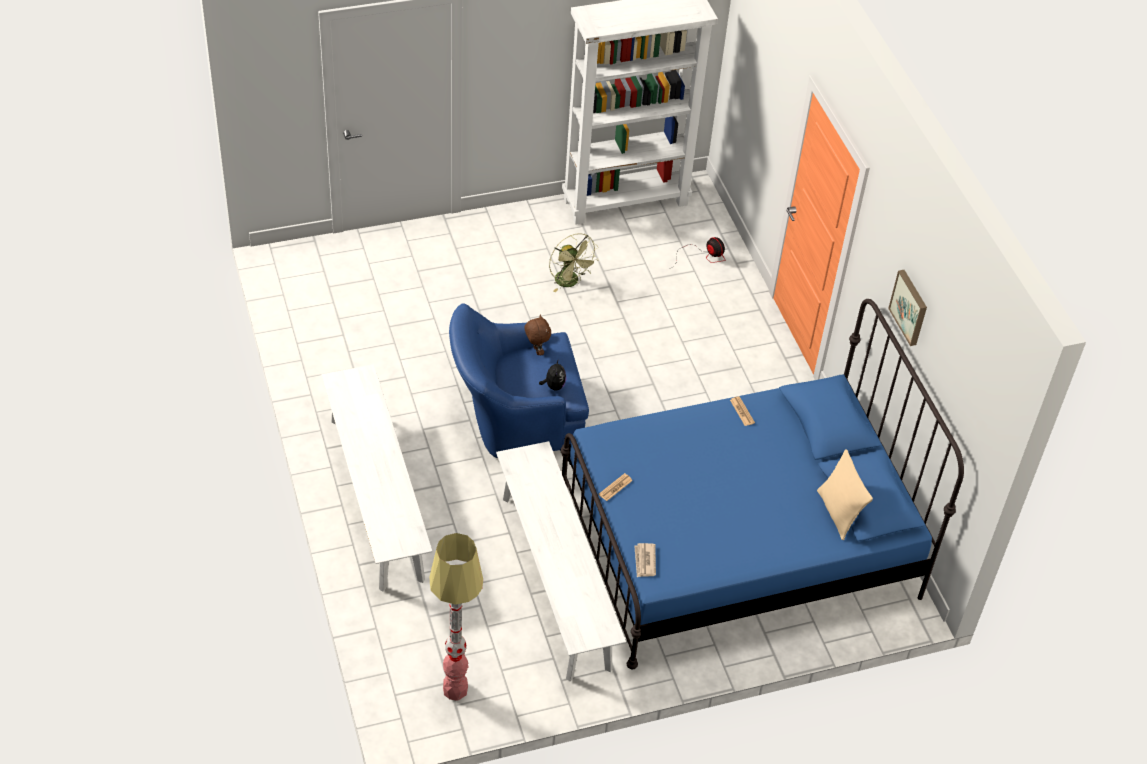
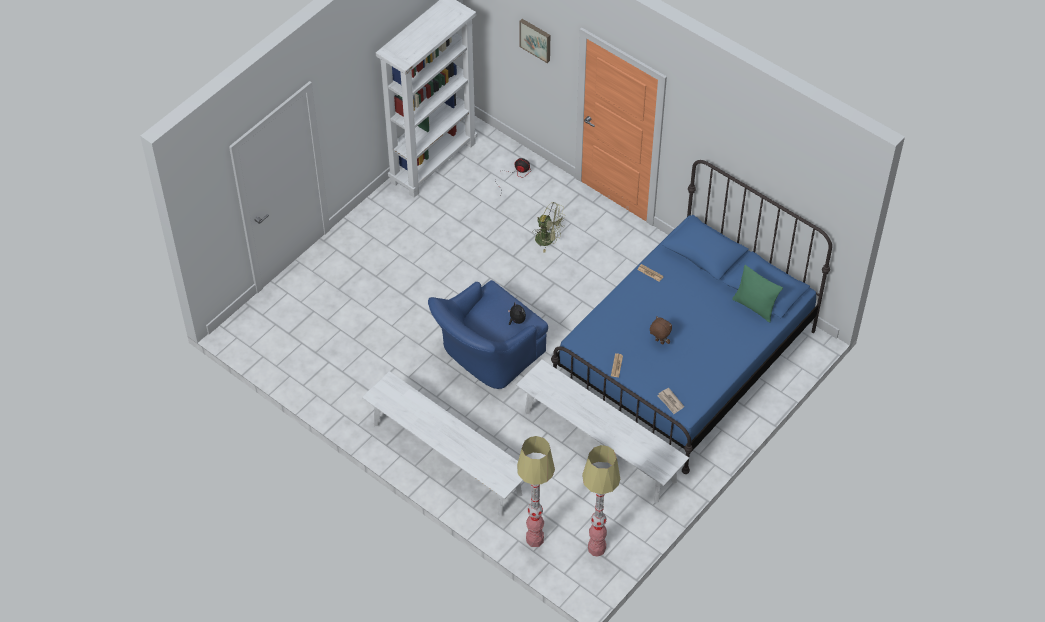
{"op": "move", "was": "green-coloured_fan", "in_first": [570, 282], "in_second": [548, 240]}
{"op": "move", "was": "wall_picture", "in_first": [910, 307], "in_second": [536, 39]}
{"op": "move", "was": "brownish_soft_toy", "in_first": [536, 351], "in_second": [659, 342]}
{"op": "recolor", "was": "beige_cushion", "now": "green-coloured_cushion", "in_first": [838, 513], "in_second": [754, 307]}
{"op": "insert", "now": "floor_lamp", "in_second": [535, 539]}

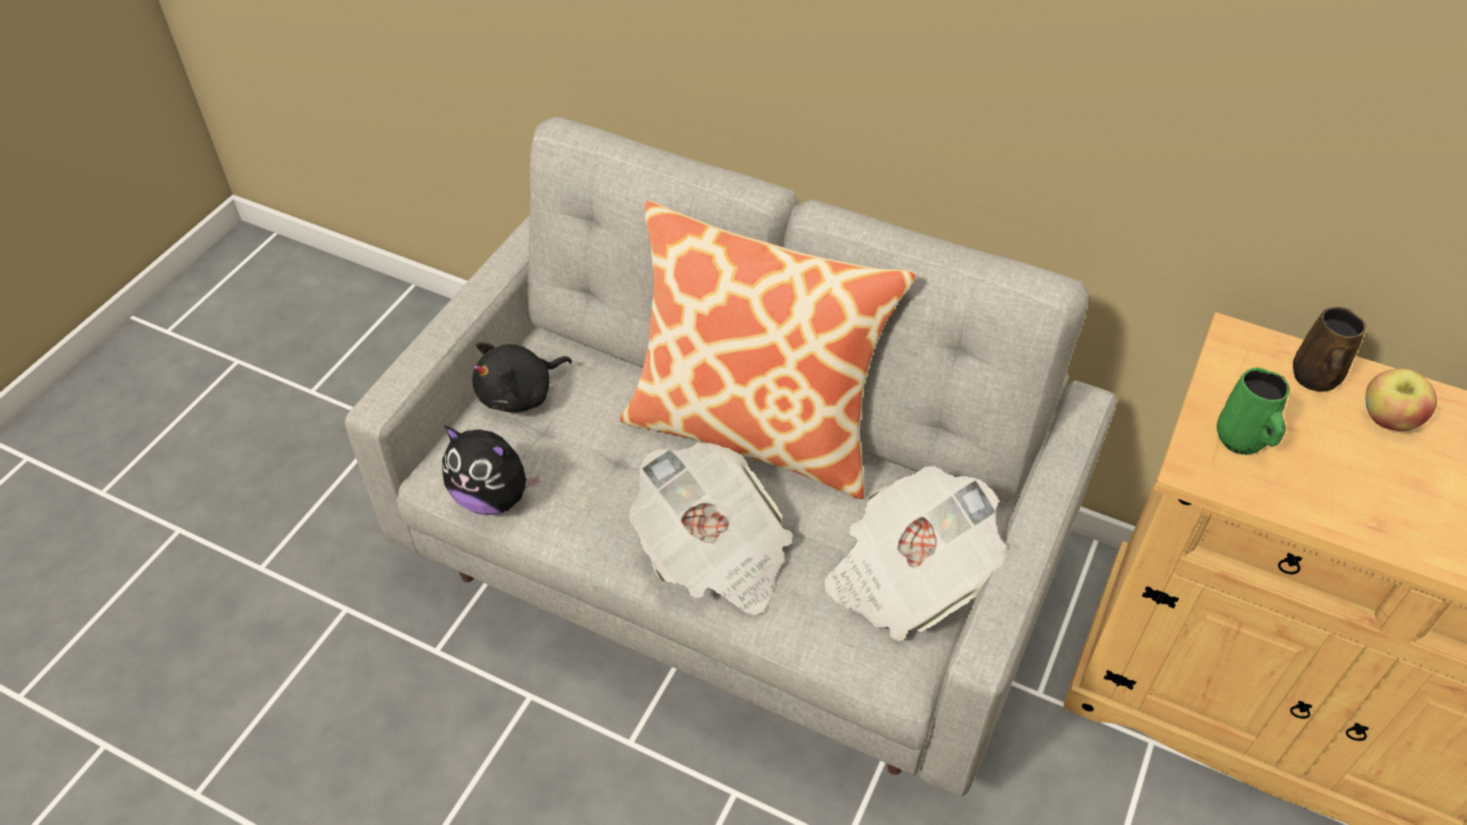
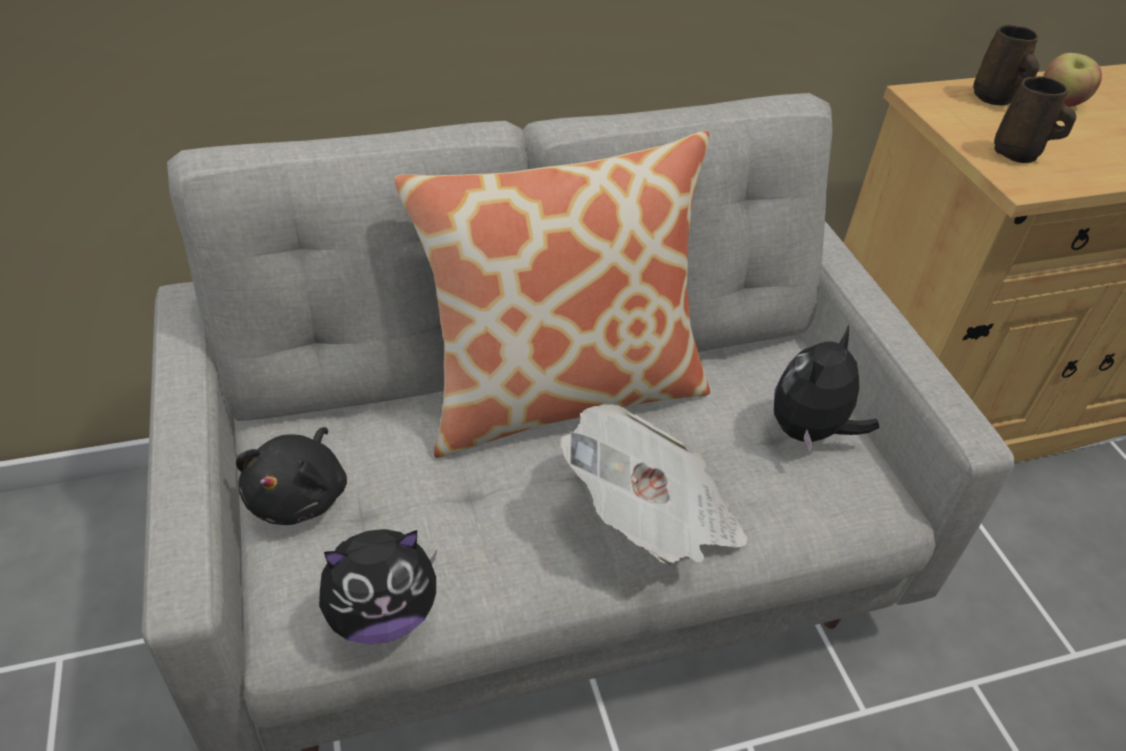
{"op": "recolor", "was": "green-coloured_tea_mug", "now": "brownish_tea_mug", "in_first": [1241, 440], "in_second": [1018, 154]}
{"op": "replace", "was": "daily_paper", "now": "soft_toy", "in_first": [907, 577], "in_second": [809, 431]}

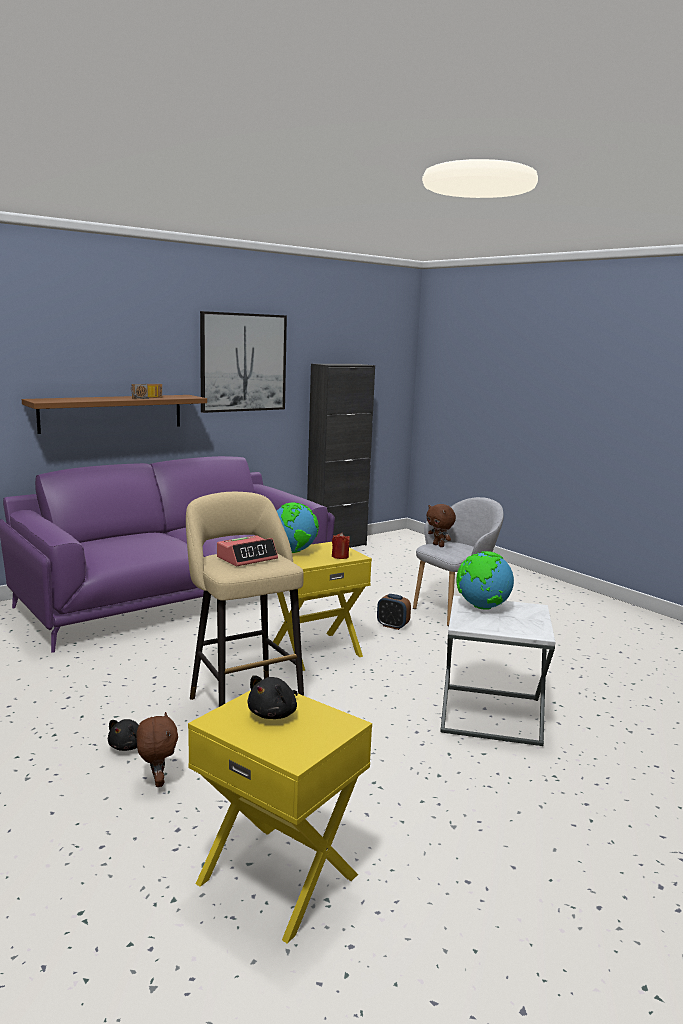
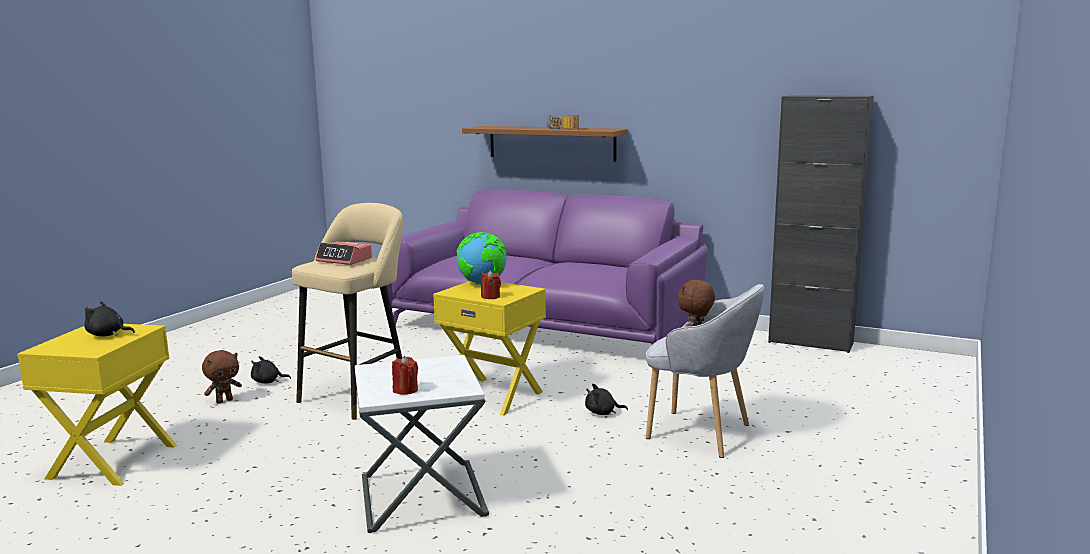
{"op": "delete", "was": "wall_picture", "in_first": [243, 362]}
{"op": "delete", "was": "globe", "in_first": [482, 607]}
{"op": "replace", "was": "table_clock", "now": "blackish_soft_toy", "in_first": [392, 626], "in_second": [602, 413]}
{"op": "insert", "now": "reddish_candle", "in_second": [405, 390]}

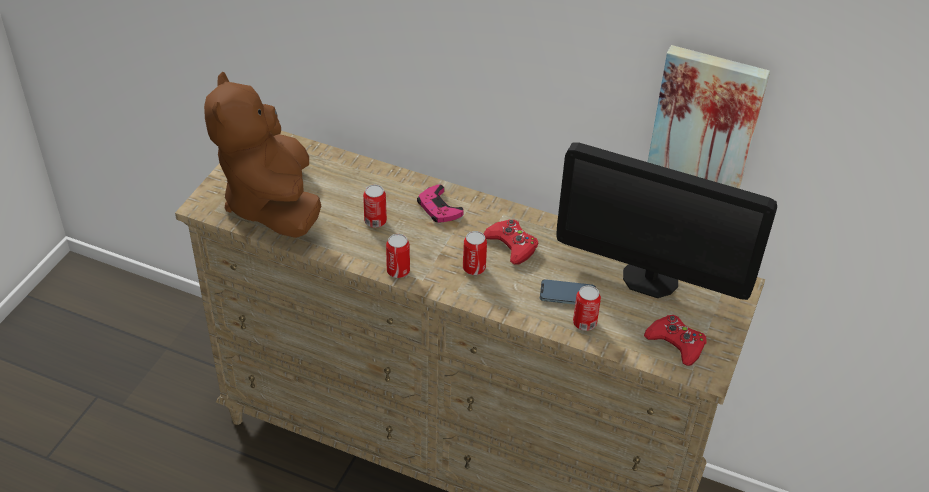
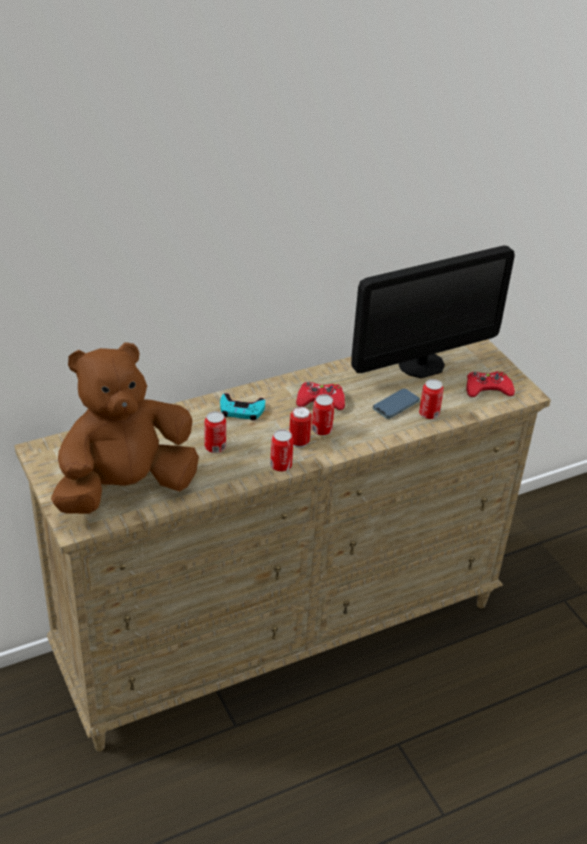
{"op": "delete", "was": "wall_picture", "in_first": [706, 117]}
{"op": "rotate", "was": "brownish_soft_toy", "in_first": [272, 204], "in_second": [125, 488], "clockwise": 120}
{"op": "recolor", "was": "pinkish_joypad", "now": "turquoise-coloured_joypad", "in_first": [439, 208], "in_second": [241, 410]}
{"op": "insert", "now": "metal_can", "in_second": [299, 442]}

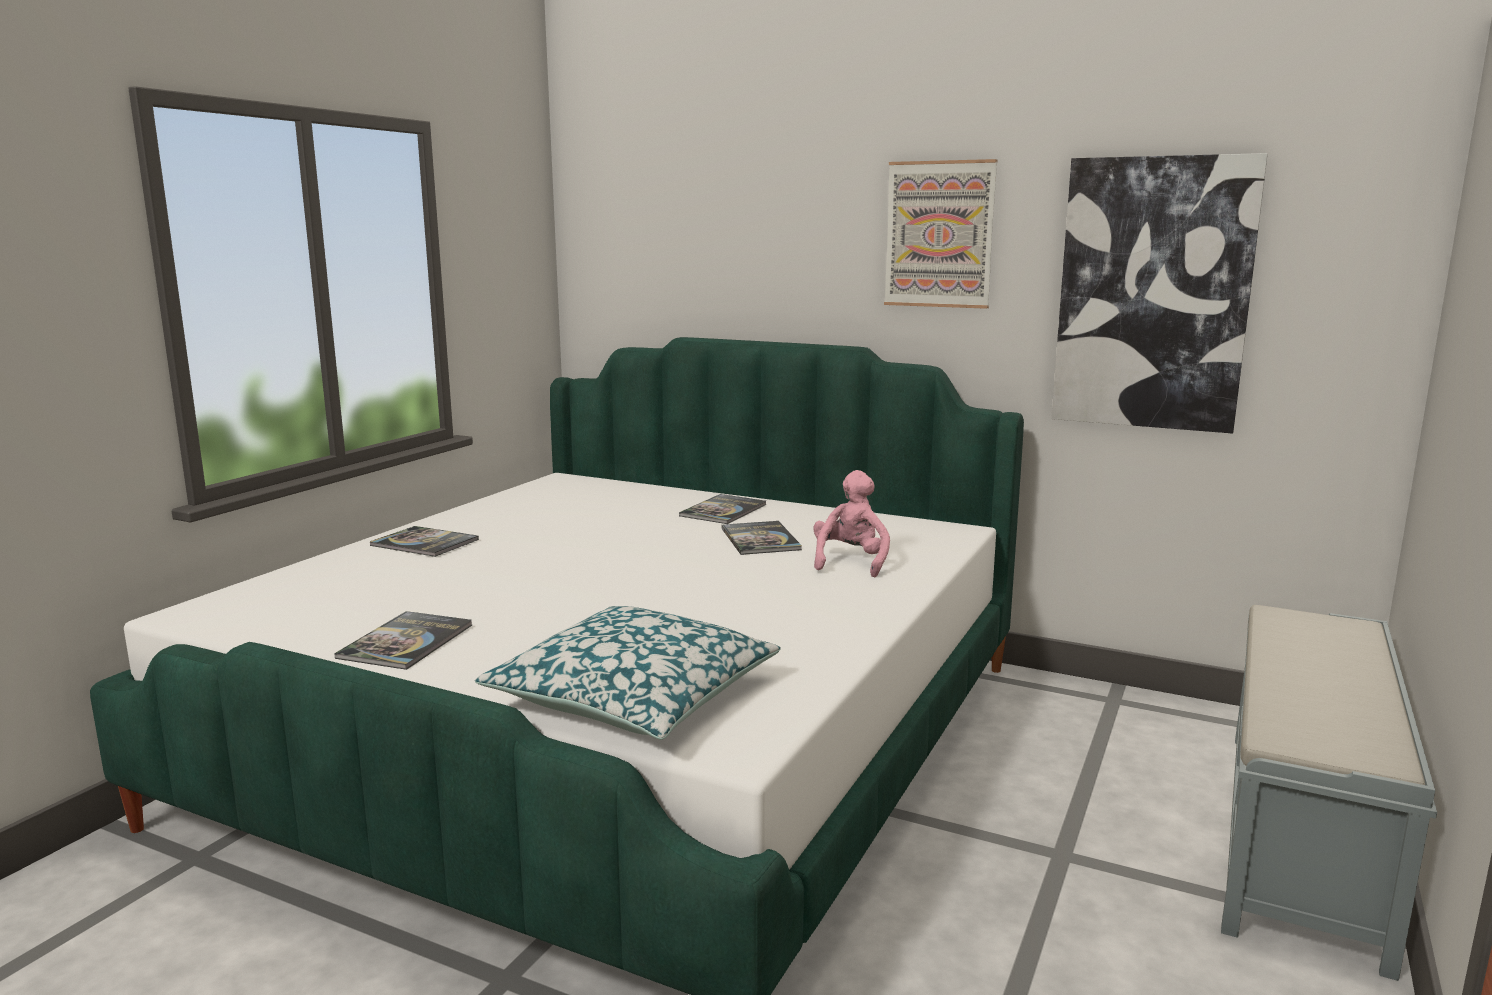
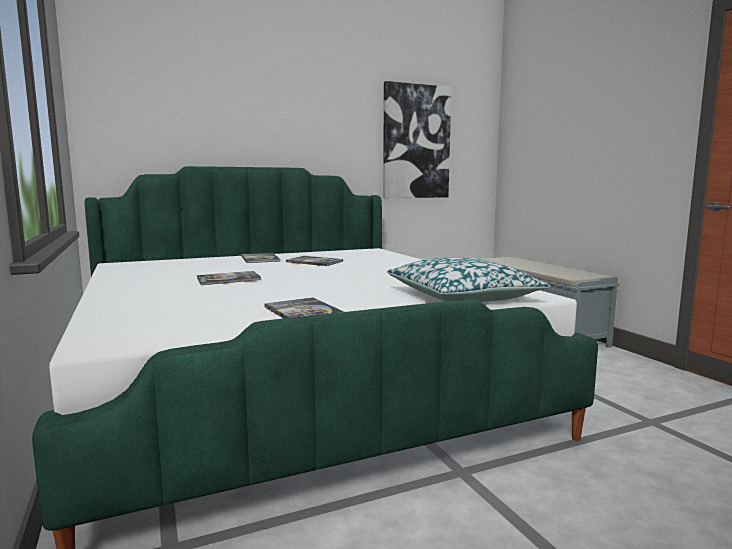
{"op": "delete", "was": "wall_picture", "in_first": [939, 234]}
{"op": "delete", "was": "pinkish_soft_toy", "in_first": [850, 562]}
{"op": "move", "was": "book", "in_first": [424, 543], "in_second": [228, 279]}

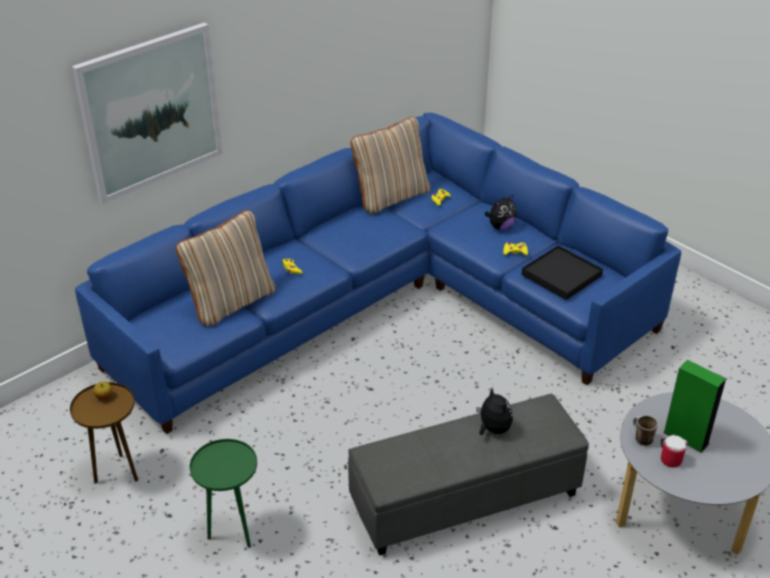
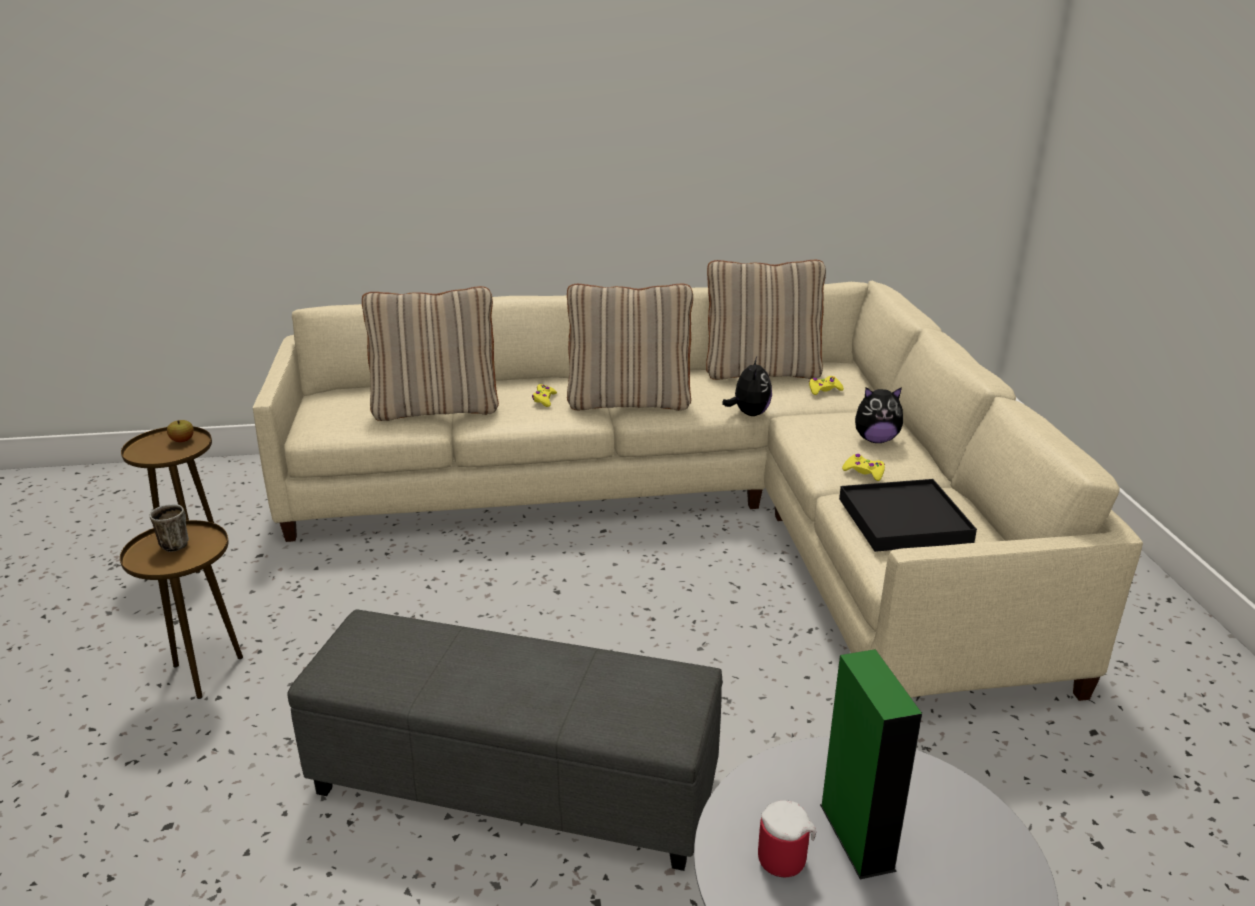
{"op": "delete", "was": "wall_picture", "in_first": [151, 112]}
{"op": "recolor", "was": "bluish_sofa", "now": "beige_sofa", "in_first": [388, 303], "in_second": [692, 510]}
{"op": "move", "was": "soft_toy", "in_first": [493, 429], "in_second": [749, 413]}
{"op": "move", "was": "tea_mug", "in_first": [640, 439], "in_second": [176, 543]}
{"op": "recolor", "was": "green-coloured_end_table", "now": "brownish_end_table", "in_first": [233, 532], "in_second": [205, 673]}
{"op": "insert", "now": "beige_cushion", "in_second": [629, 401]}

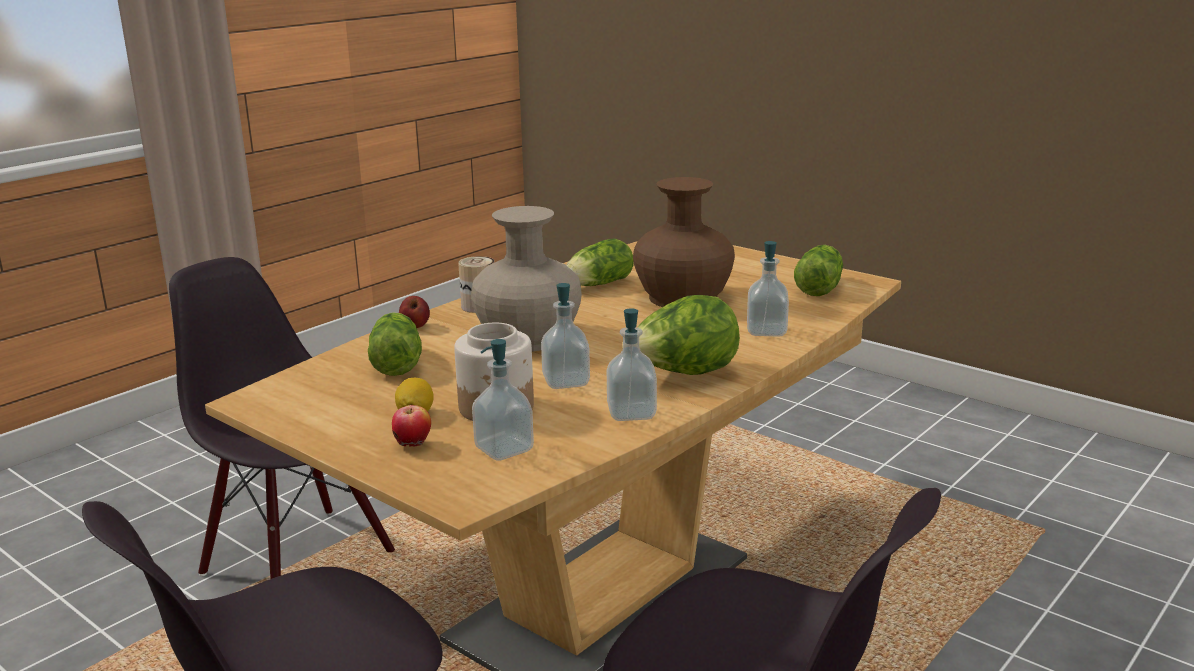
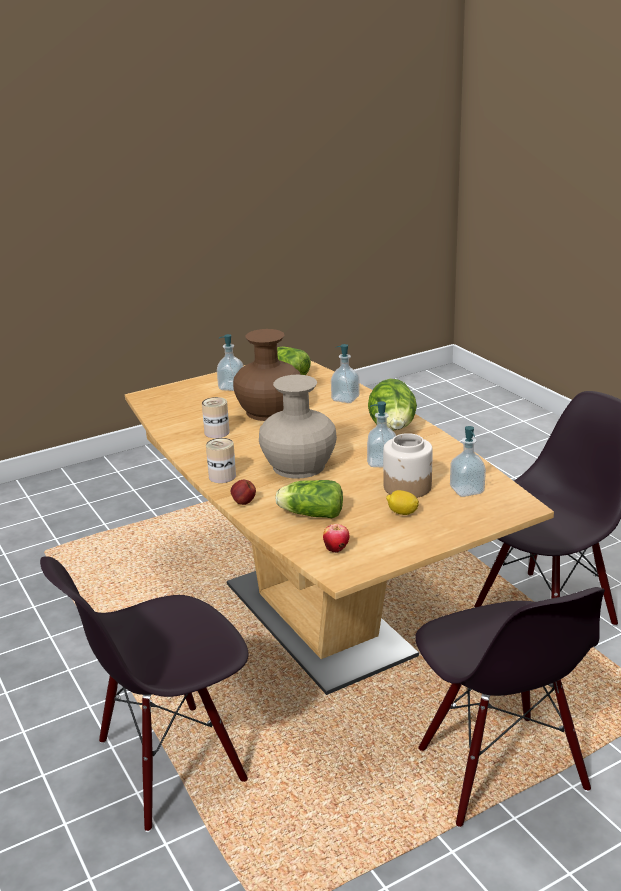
{"op": "replace", "was": "lettuce_head", "now": "metal_can", "in_first": [596, 284], "in_second": [217, 432]}
{"op": "move", "was": "soap_dispenser", "in_first": [631, 413], "in_second": [231, 387]}
{"op": "move", "was": "whole_apple", "in_first": [413, 445], "in_second": [336, 550]}

